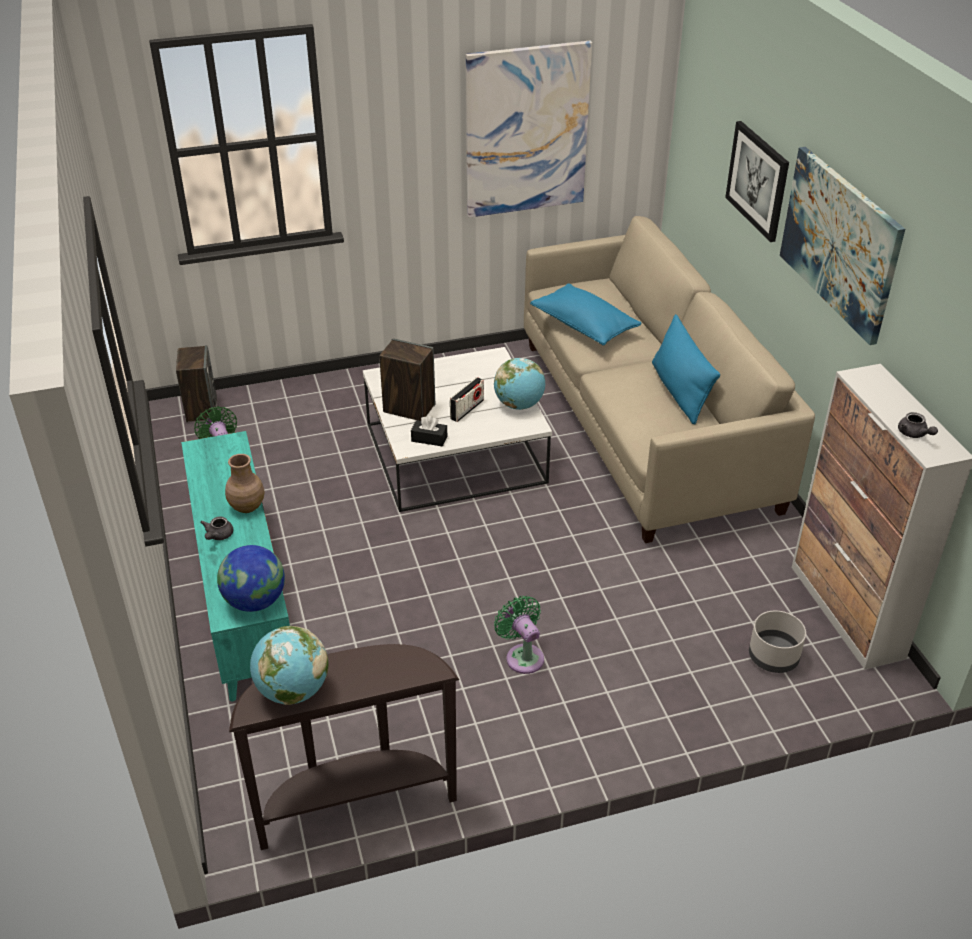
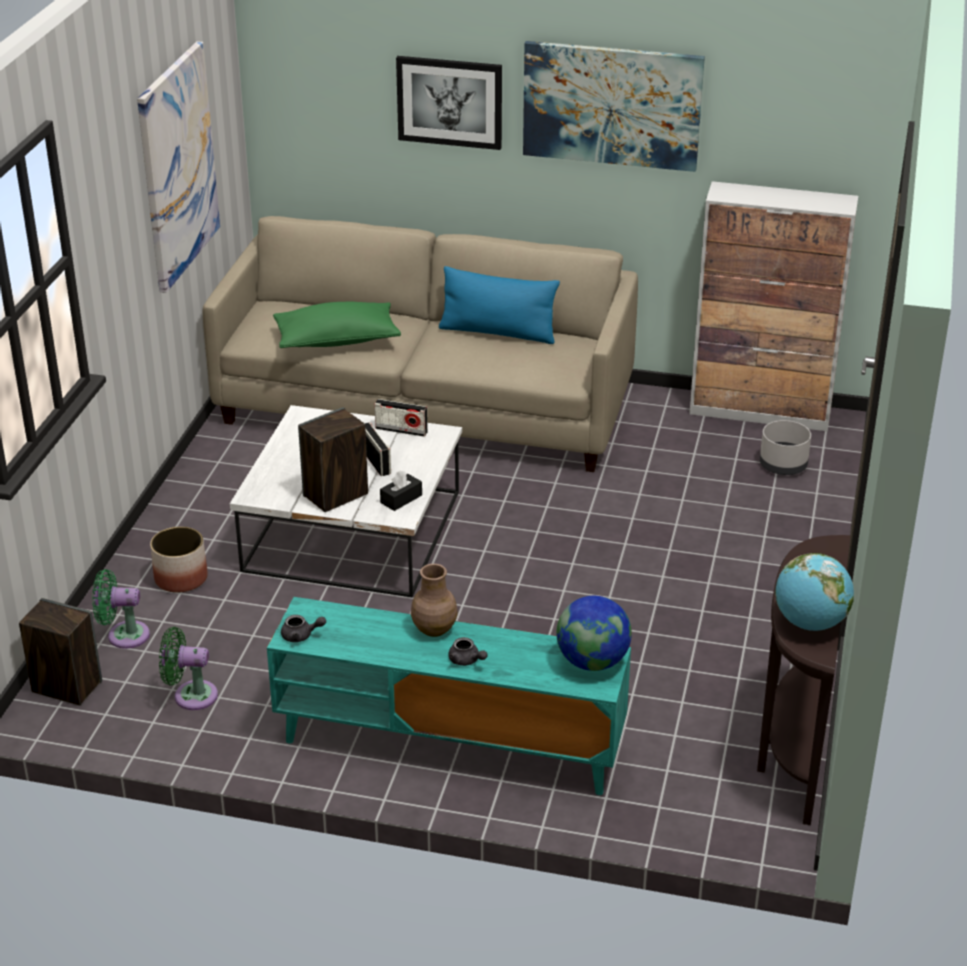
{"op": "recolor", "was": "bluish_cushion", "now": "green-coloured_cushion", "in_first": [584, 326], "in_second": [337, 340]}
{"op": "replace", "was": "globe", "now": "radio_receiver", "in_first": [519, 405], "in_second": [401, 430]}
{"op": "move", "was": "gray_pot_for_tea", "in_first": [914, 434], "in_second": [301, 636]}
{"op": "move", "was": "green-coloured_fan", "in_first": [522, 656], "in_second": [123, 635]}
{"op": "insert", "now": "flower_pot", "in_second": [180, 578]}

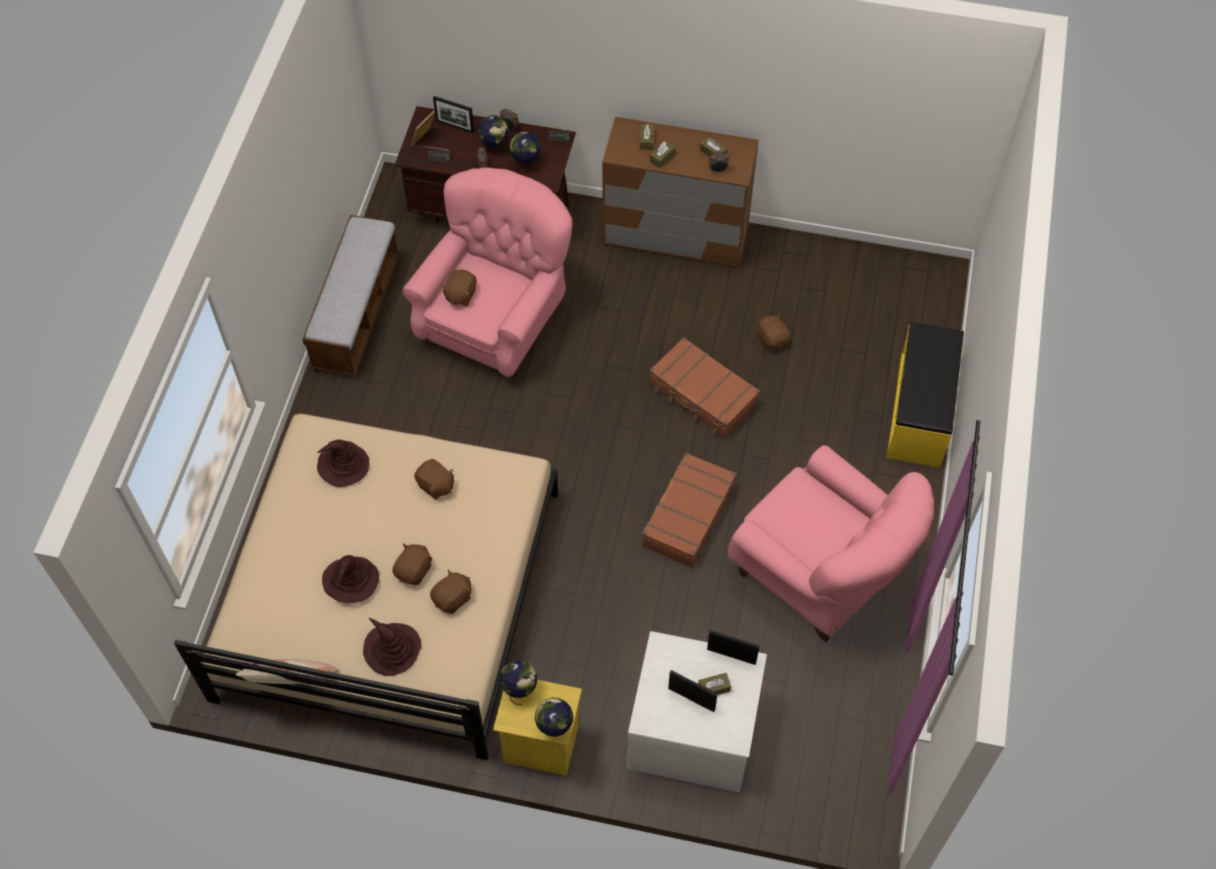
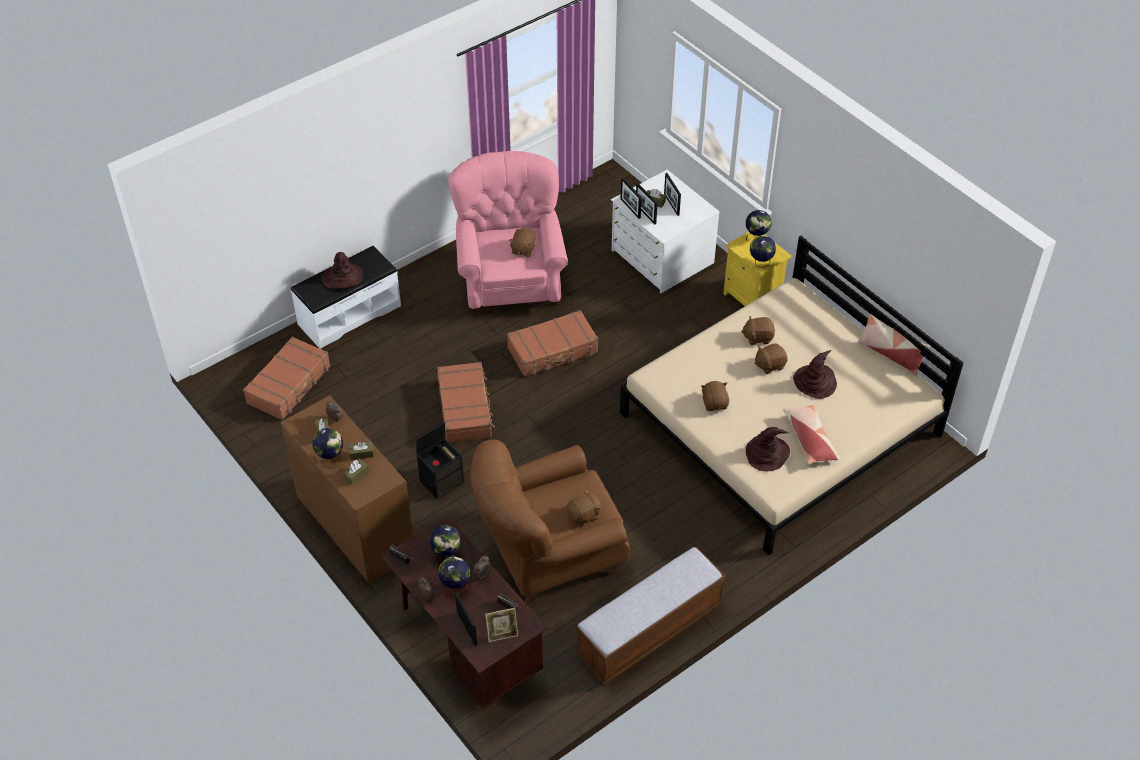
{"op": "recolor", "was": "pinkish_lounge_chair", "now": "brownish_lounge_chair", "in_first": [496, 319], "in_second": [549, 553]}
{"op": "move", "was": "brownish_soft_toy", "in_first": [772, 339], "in_second": [523, 249]}
{"op": "recolor", "was": "yellow_bench", "now": "white_bench", "in_first": [920, 412], "in_second": [349, 314]}
{"op": "move", "was": "brownish_hat", "in_first": [392, 649], "in_second": [342, 277]}
{"op": "insert", "now": "picture_frame", "in_second": [645, 214]}
{"op": "insert", "now": "brownish_travel_case", "in_second": [289, 385]}
{"op": "insert", "now": "cushion", "in_second": [810, 439]}
{"op": "insert", "now": "blackish_storage_container", "in_second": [442, 480]}
{"op": "insert", "now": "globe", "in_second": [330, 458]}

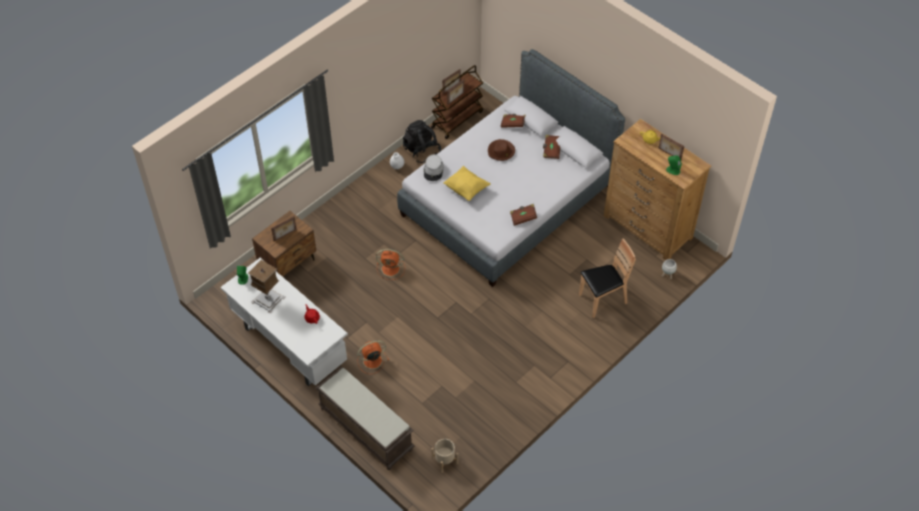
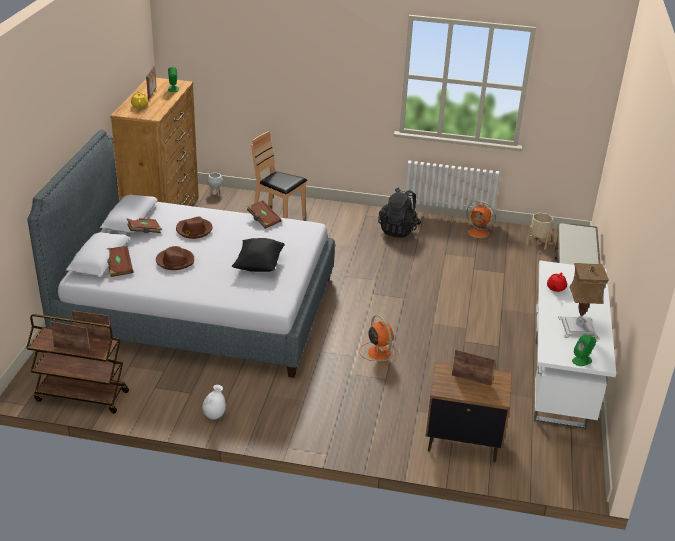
{"op": "move", "was": "blackish_rucksack", "in_first": [421, 151], "in_second": [398, 230]}
{"op": "delete", "was": "gray_hat", "in_first": [433, 170]}
{"op": "recolor", "was": "yellow_cushion", "now": "blackish_cushion", "in_first": [466, 189], "in_second": [259, 265]}
{"op": "move", "was": "orangey_fan", "in_first": [371, 361], "in_second": [479, 233]}
{"op": "insert", "now": "brownish_hat", "in_second": [194, 230]}

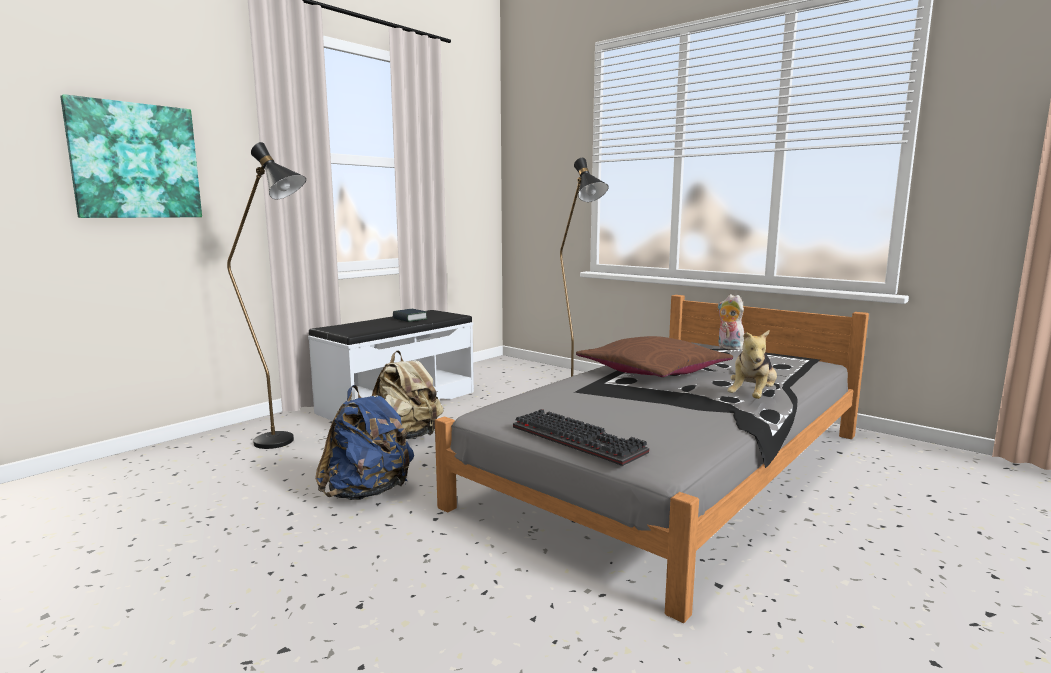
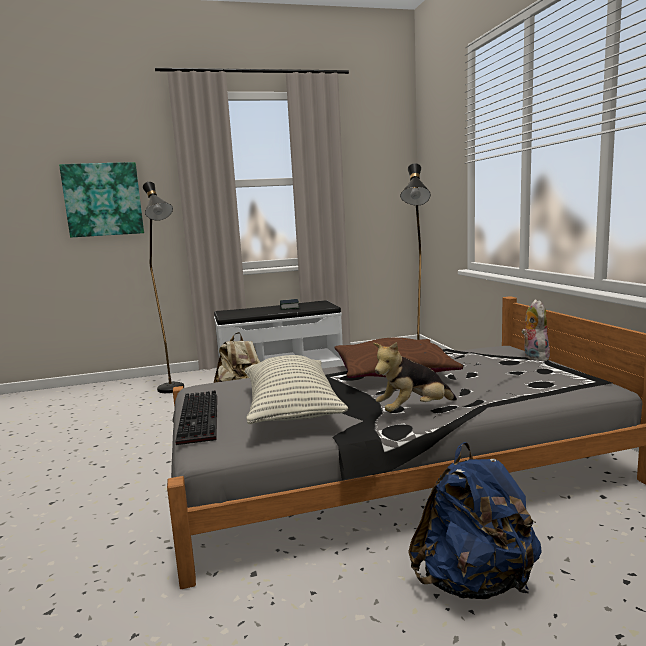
{"op": "move", "was": "bluish_rucksack", "in_first": [368, 492], "in_second": [474, 582]}
{"op": "insert", "now": "cushion", "in_second": [291, 409]}

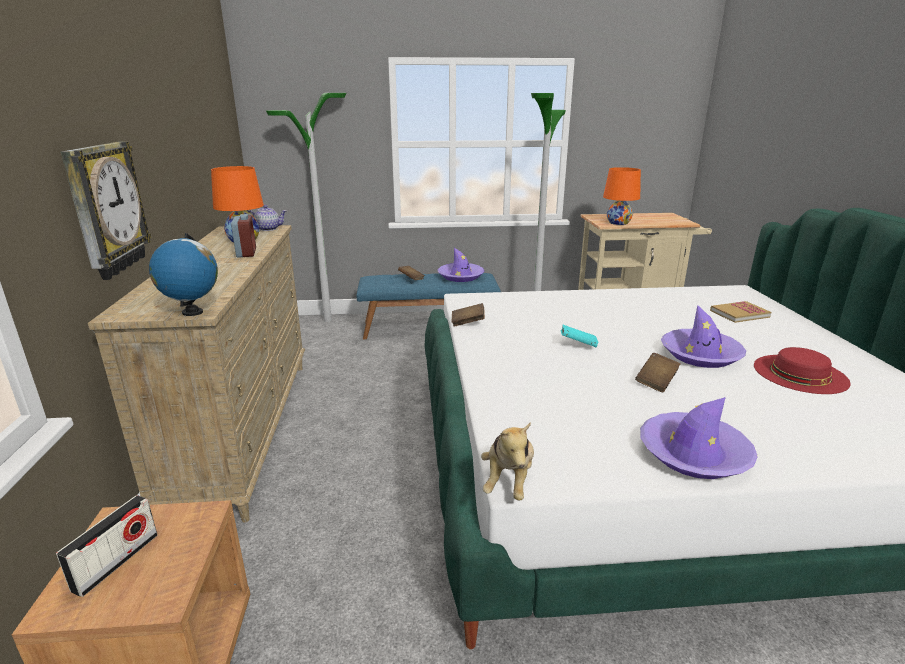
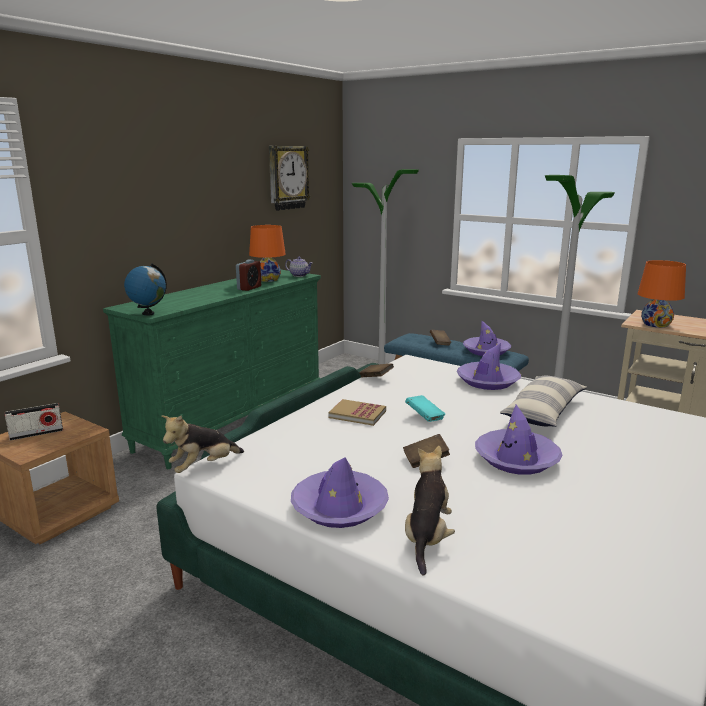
{"op": "move", "was": "hanging_clock", "in_first": [106, 209], "in_second": [287, 177]}
{"op": "recolor", "was": "beige_drawer_chest", "now": "green-coloured_drawer_chest", "in_first": [246, 429], "in_second": [234, 420]}
{"op": "move", "was": "book", "in_first": [739, 314], "in_second": [357, 414]}
{"op": "delete", "was": "reddish_hat", "in_first": [800, 373]}
{"op": "insert", "now": "purple_hat", "in_second": [487, 381]}
{"op": "insert", "now": "cushion", "in_second": [543, 412]}
{"op": "insert", "now": "soft_toy", "in_second": [427, 538]}

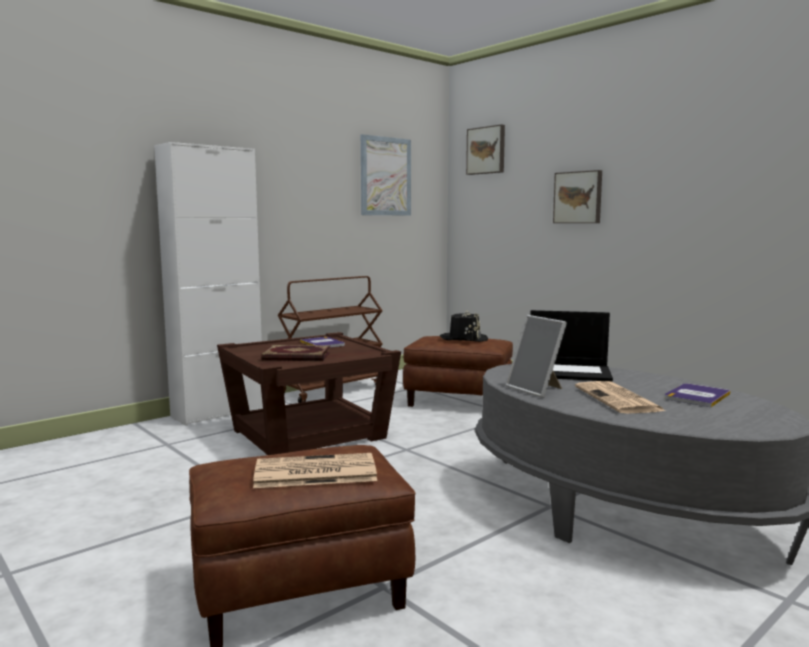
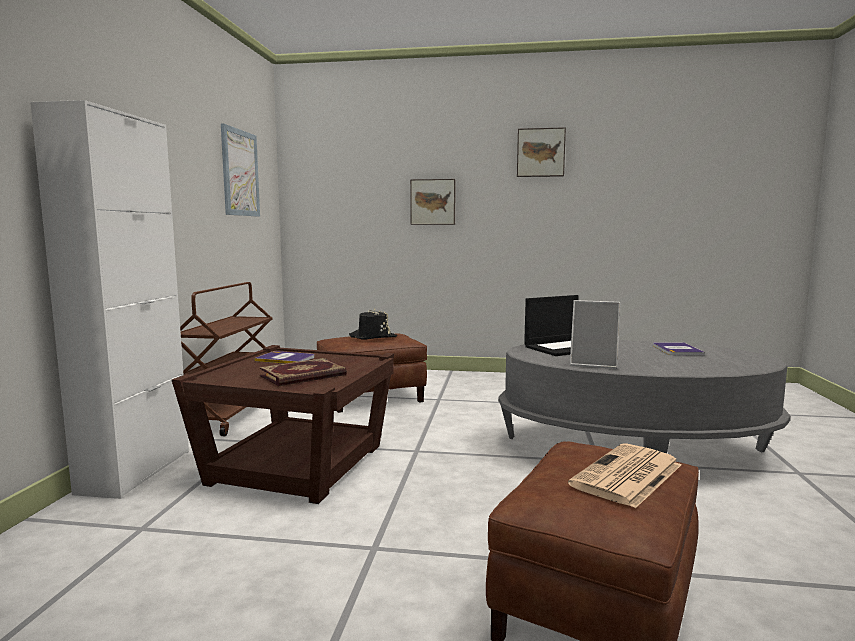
{"op": "move", "was": "wall_picture", "in_first": [486, 150], "in_second": [540, 153]}
{"op": "delete", "was": "daily_paper", "in_first": [619, 399]}

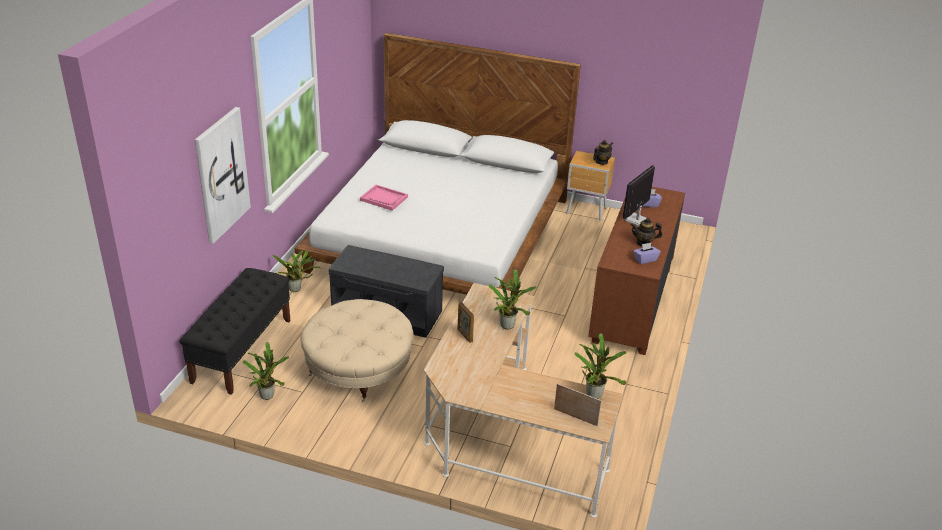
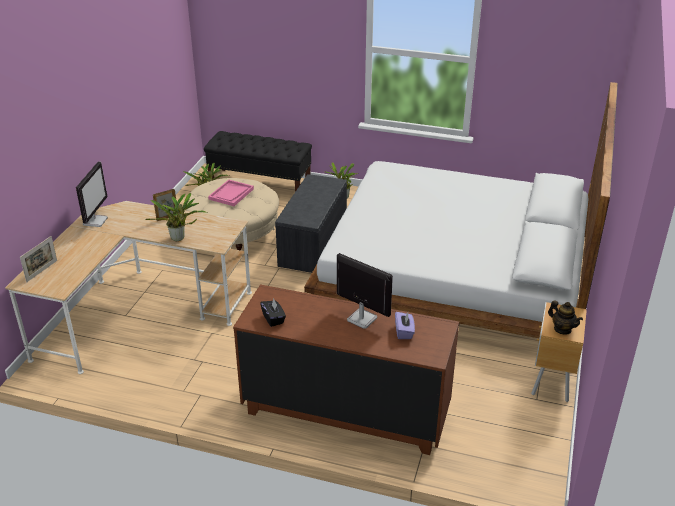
{"op": "delete", "was": "wall_picture", "in_first": [221, 174]}
{"op": "move", "was": "pinkish_serving_tray", "in_first": [384, 199], "in_second": [231, 194]}
{"op": "delete", "was": "pot_for_tea", "in_first": [644, 243]}
{"op": "recolor", "was": "purple_box_of_tissues", "now": "blackish_box_of_tissues", "in_first": [645, 259], "in_second": [273, 319]}
{"op": "delete", "was": "plant_in_a_pot", "in_first": [594, 393]}
{"op": "insert", "now": "monitor", "in_second": [95, 221]}

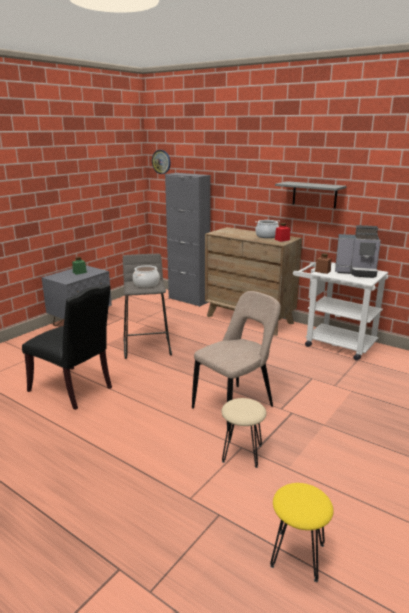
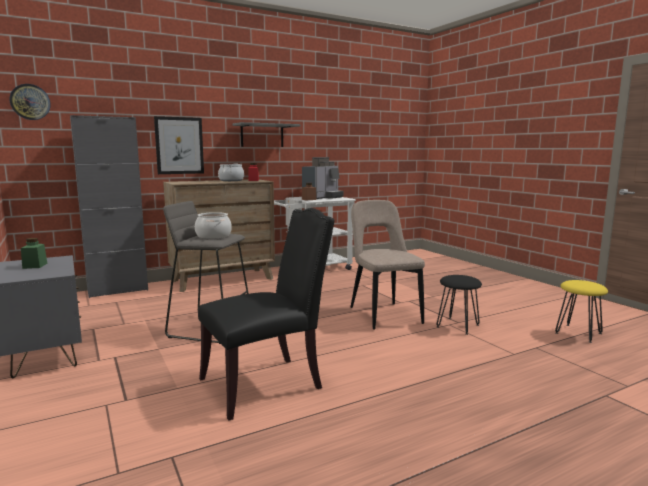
{"op": "recolor", "was": "beige_sitting_stool", "now": "blackish_sitting_stool", "in_first": [242, 453], "in_second": [457, 326]}
{"op": "insert", "now": "wall_picture", "in_second": [179, 145]}

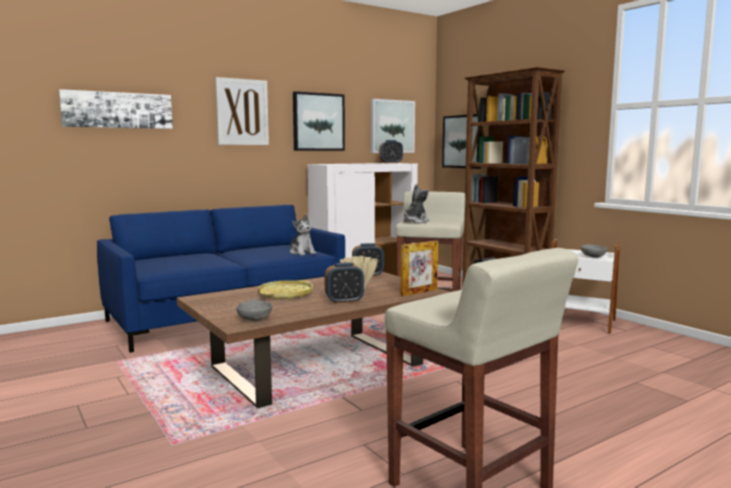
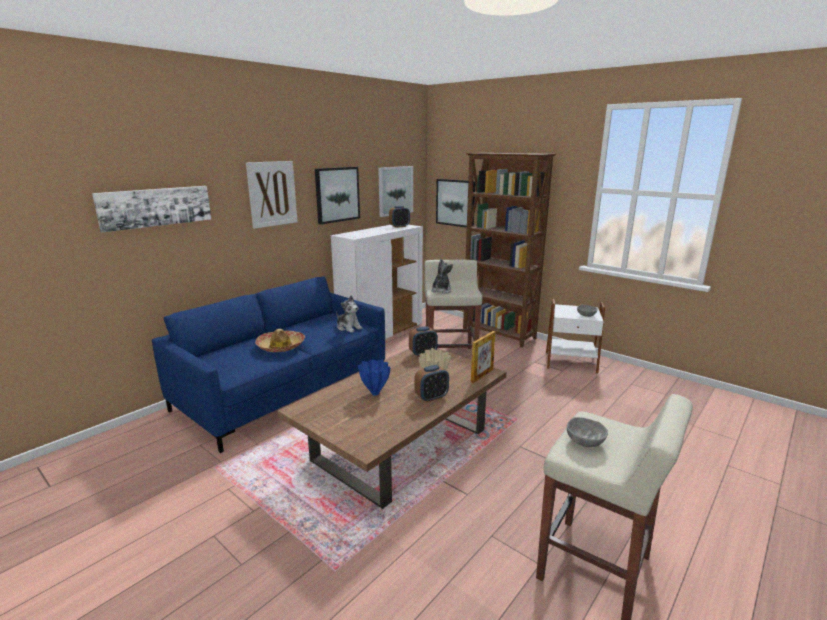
{"op": "replace", "was": "yellow_serving_tray", "now": "bluish_decorative_vase", "in_first": [286, 294], "in_second": [374, 393]}
{"op": "move", "was": "gray_serving_bowl", "in_first": [254, 319], "in_second": [584, 442]}
{"op": "insert", "now": "hat", "in_second": [281, 346]}

